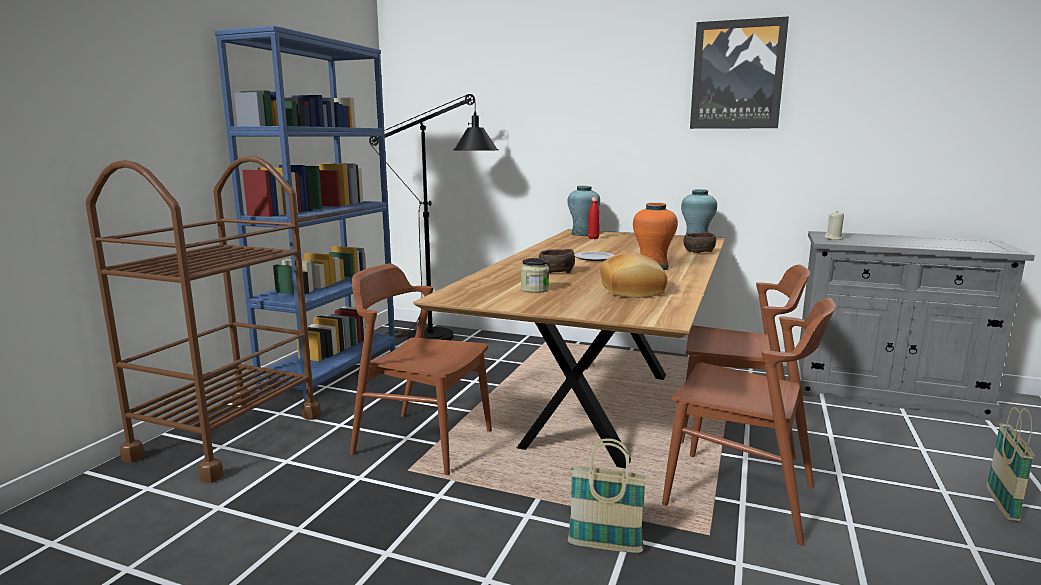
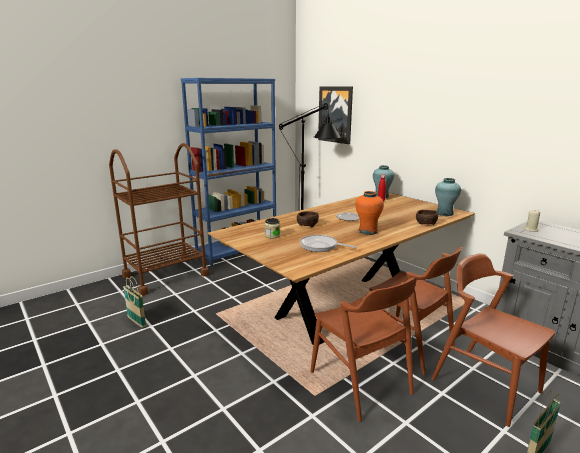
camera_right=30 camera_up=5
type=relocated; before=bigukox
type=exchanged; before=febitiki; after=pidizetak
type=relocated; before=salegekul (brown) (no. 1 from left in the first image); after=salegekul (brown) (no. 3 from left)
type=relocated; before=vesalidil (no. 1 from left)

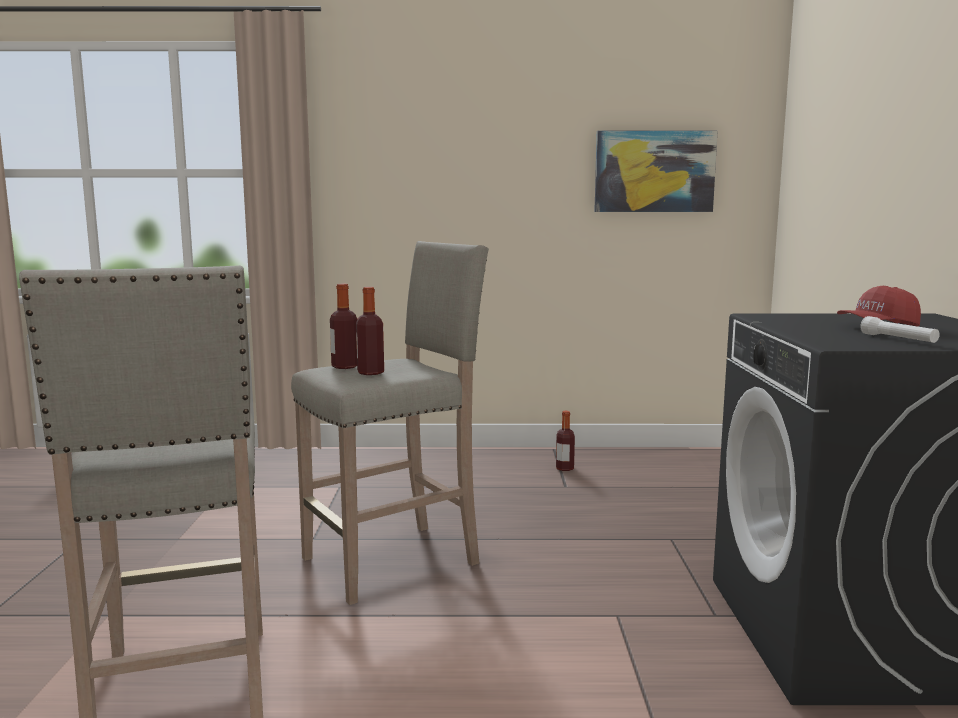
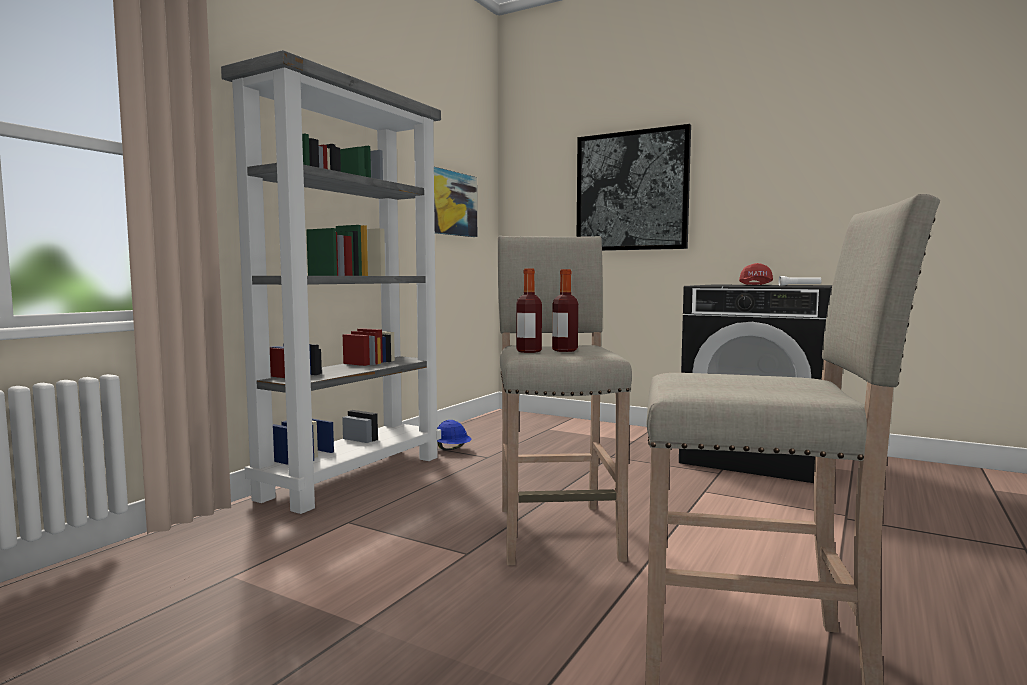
camera_right=-60 camera_up=-5
type=exchanged; before=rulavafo (no. 3 from left); after=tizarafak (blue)
type=appeared; after=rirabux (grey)
type=appeared; after=bigukox (no. 2 from left)

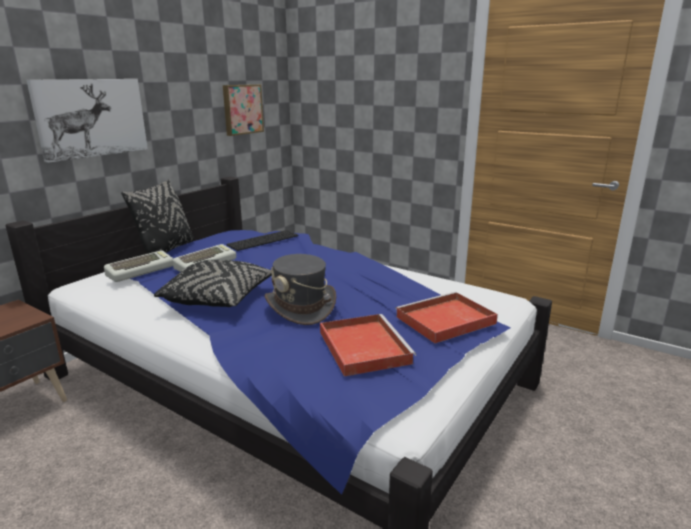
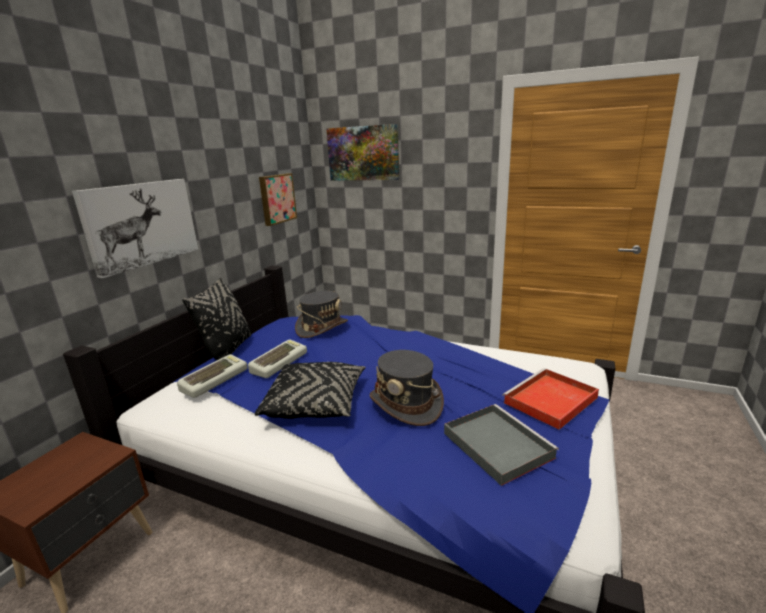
camera_right=-10 camera_up=0
type=exchanged; before=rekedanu (no. 3 from left); after=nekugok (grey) (no. 1 from left)
type=colour; before=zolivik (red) (no. 1 from left); after=zolivik (grey)
type=appeared; after=bigukox (no. 3 from left)

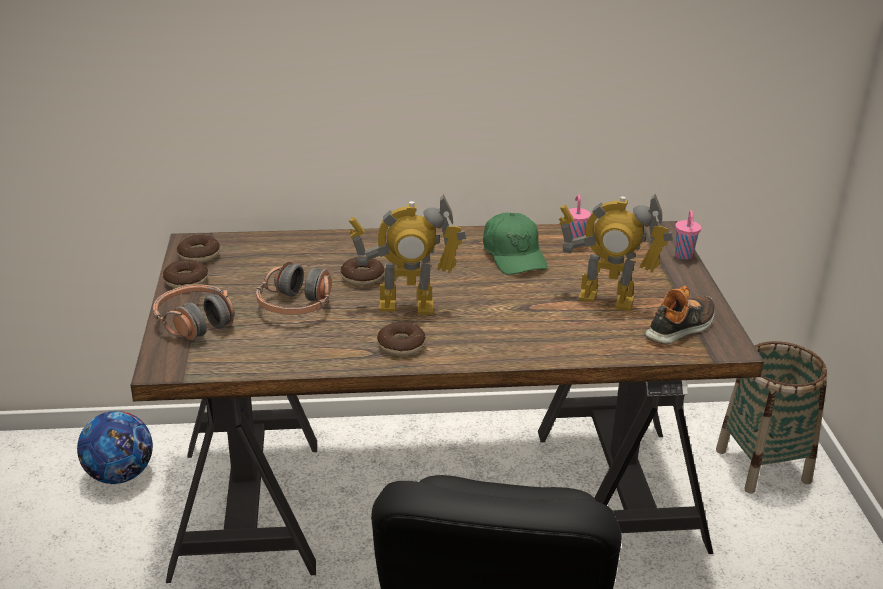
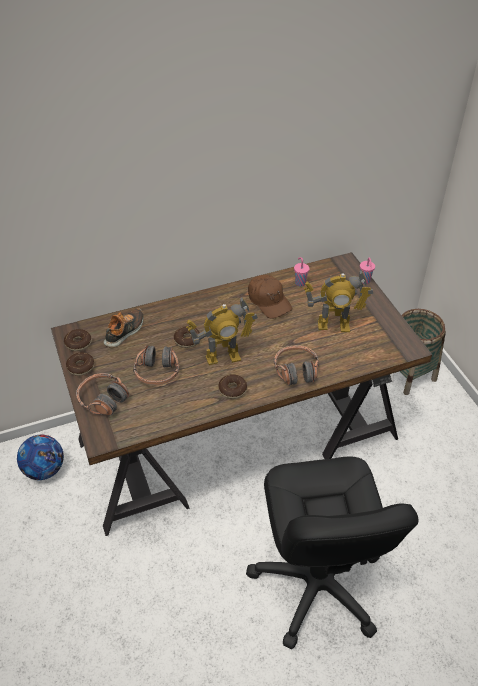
camera_right=-15 camera_up=15
type=colour; before=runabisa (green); after=runabisa (brown)
type=relocated; before=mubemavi
type=appeared; after=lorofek (no. 3 from left)

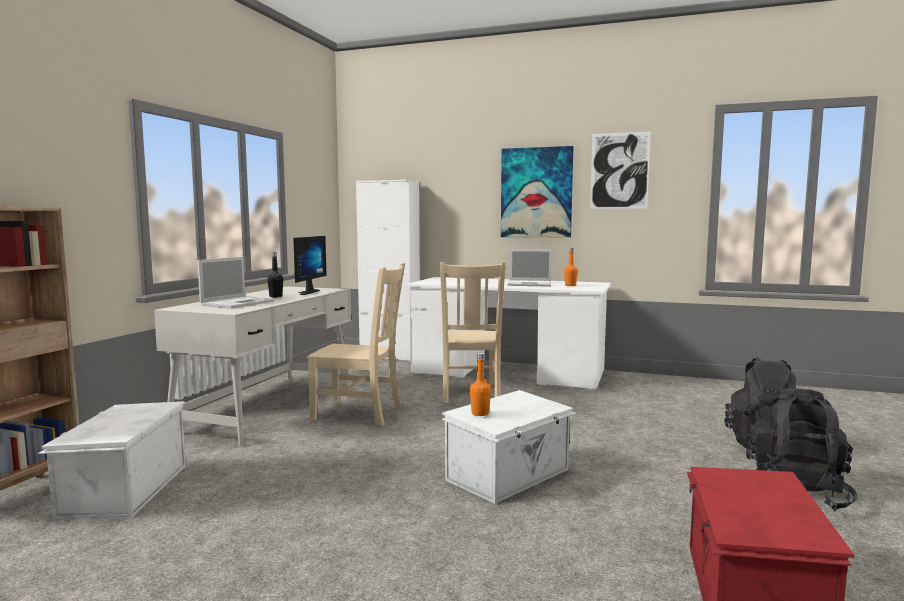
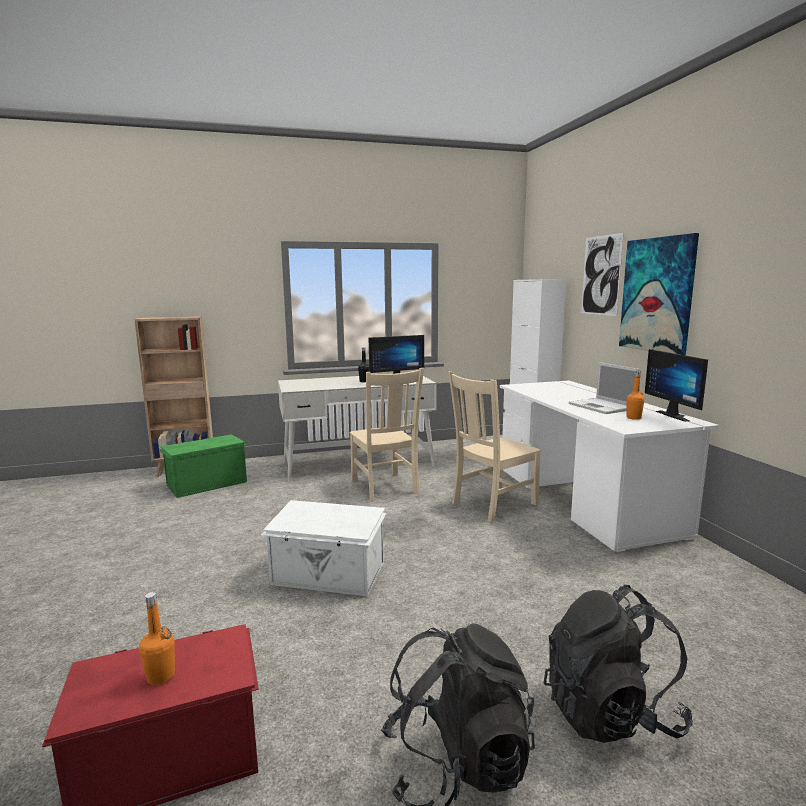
camera_right=55 camera_up=5
type=relocated; before=bigukox (no. 2 from left in the first image); after=bigukox (no. 1 from left)
type=missing; before=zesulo (no. 1 from left)
type=relocated; before=rulavafo (orange) (no. 1 from left)
type=colour; before=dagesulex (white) (no. 1 from left); after=dagesulex (green)
type=appeared; after=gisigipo (no. 2 from left)

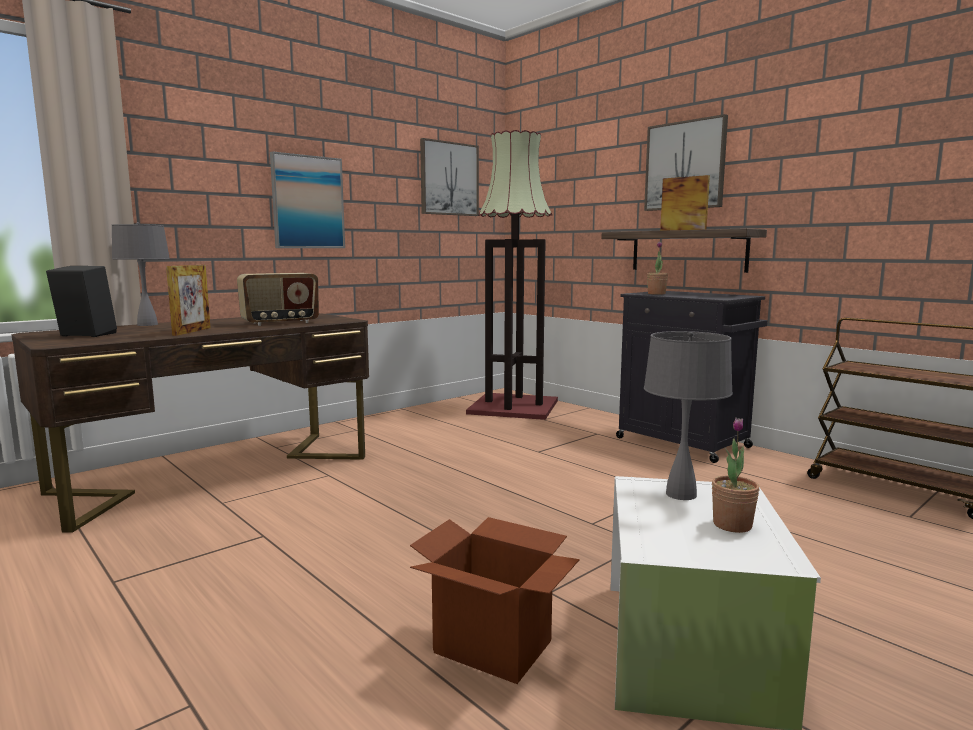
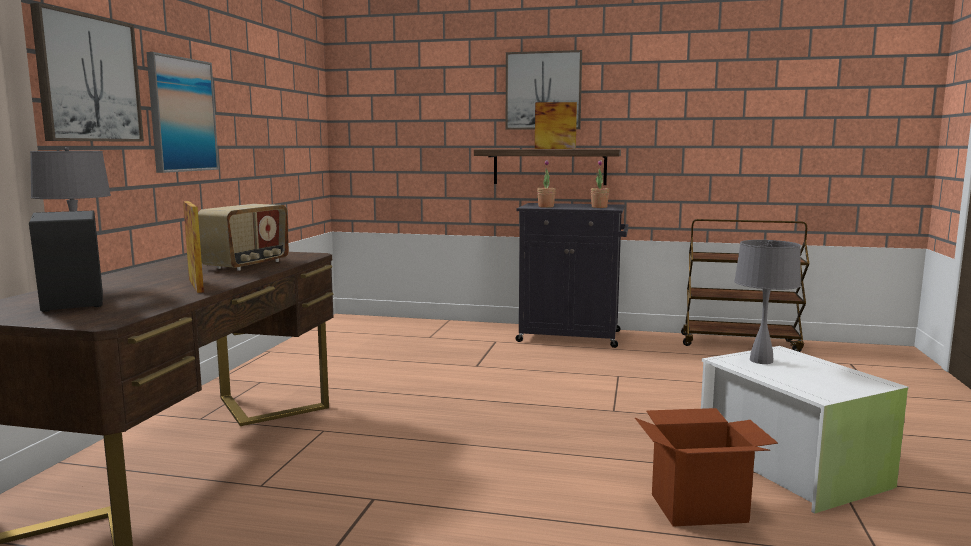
camera_right=-35 camera_up=0
type=missing; before=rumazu
type=relocated; before=bigukox (no. 2 from left in the first image); after=bigukox (no. 1 from left)
type=relocated; before=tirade (no. 2 from left)

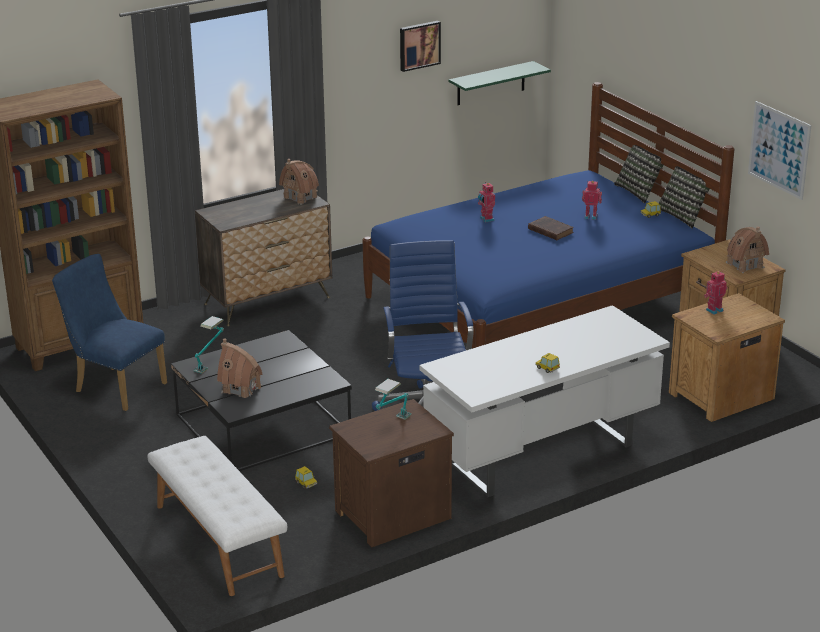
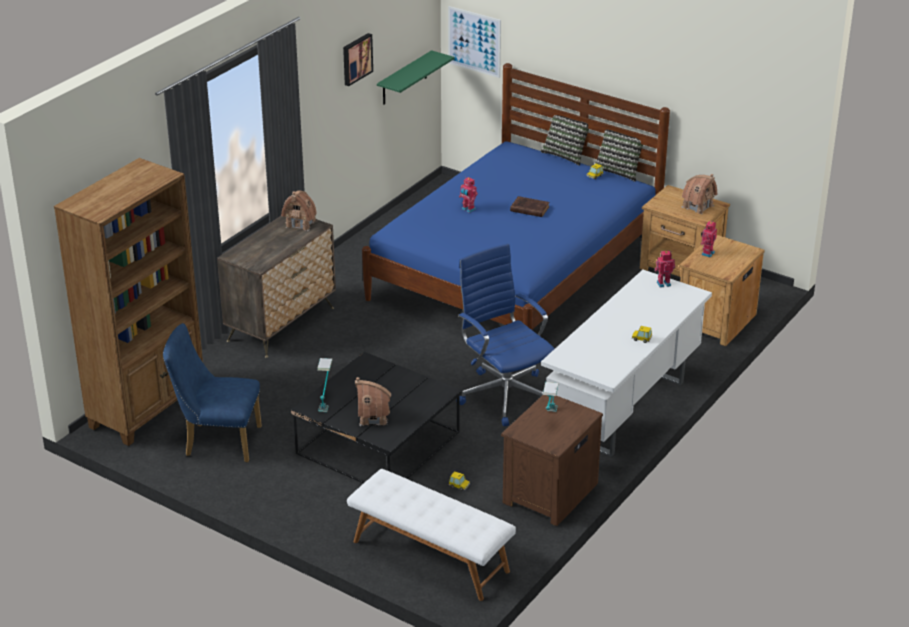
camera_right=-25 camera_up=5
type=relocated; before=bigukox (no. 2 from left)
type=relocated; before=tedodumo (no. 2 from left)

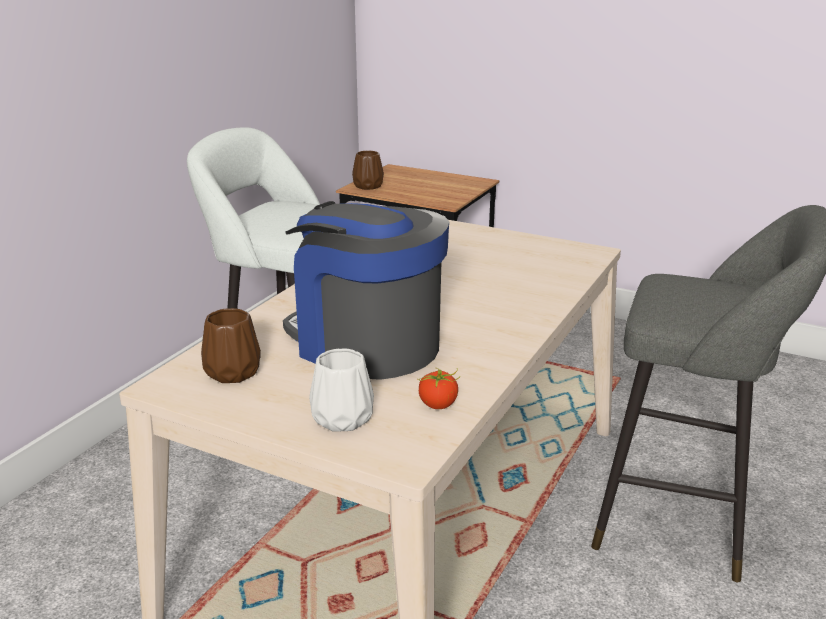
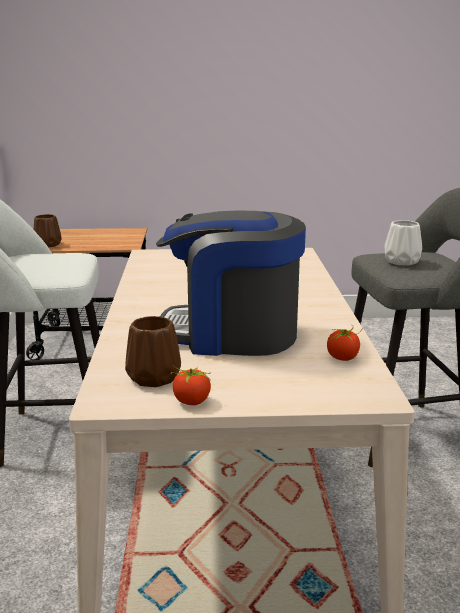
camera_right=-30 camera_up=-5
type=relocated; before=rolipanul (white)
type=appeared; after=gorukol (no. 1 from left)

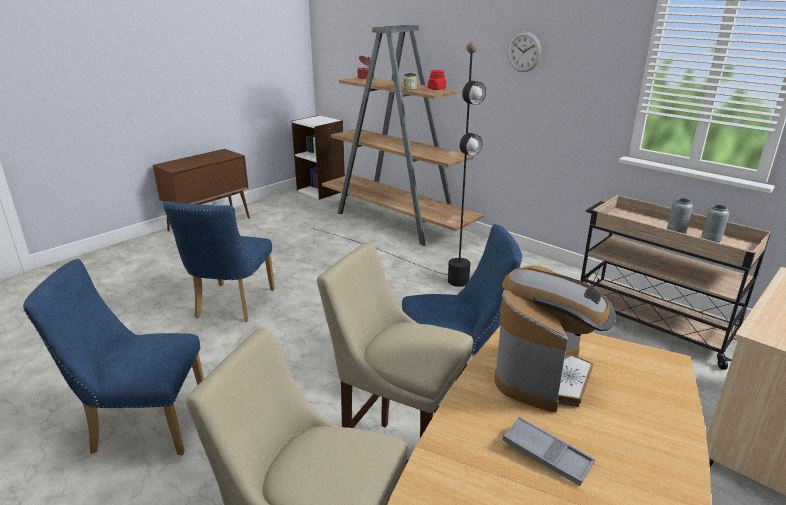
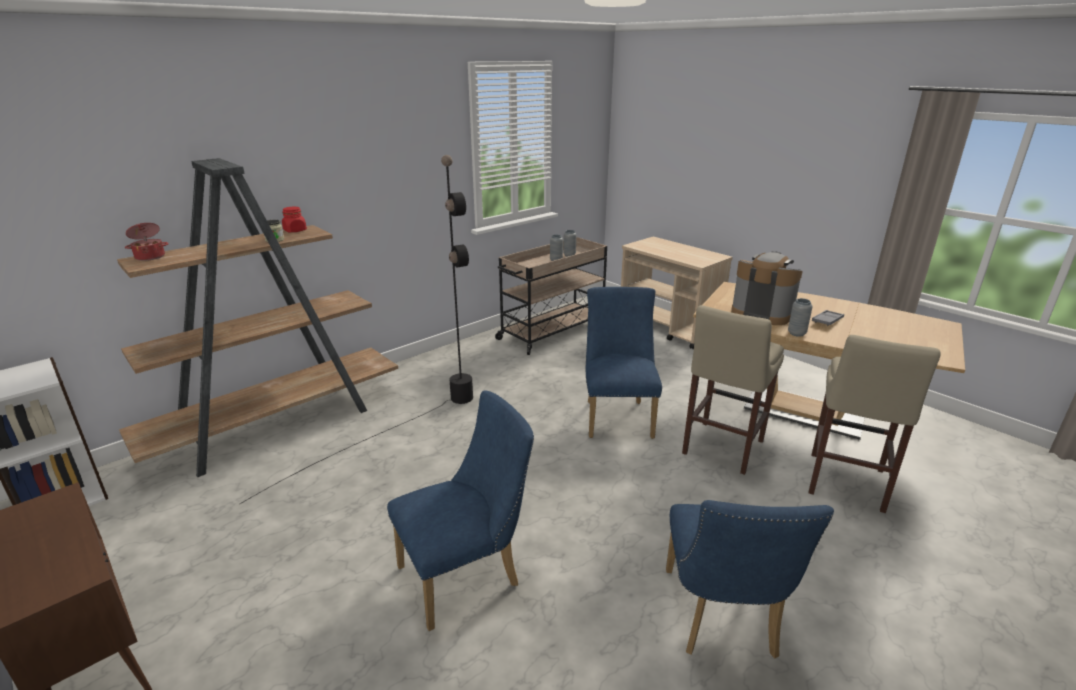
camera_right=-85 camera_up=0
type=missing; before=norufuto
type=spun; before=salegekul (blue) (no. 2 from left in the first image); turn=-45
type=appeared; after=rolipanul (grey) (no. 3 from left)

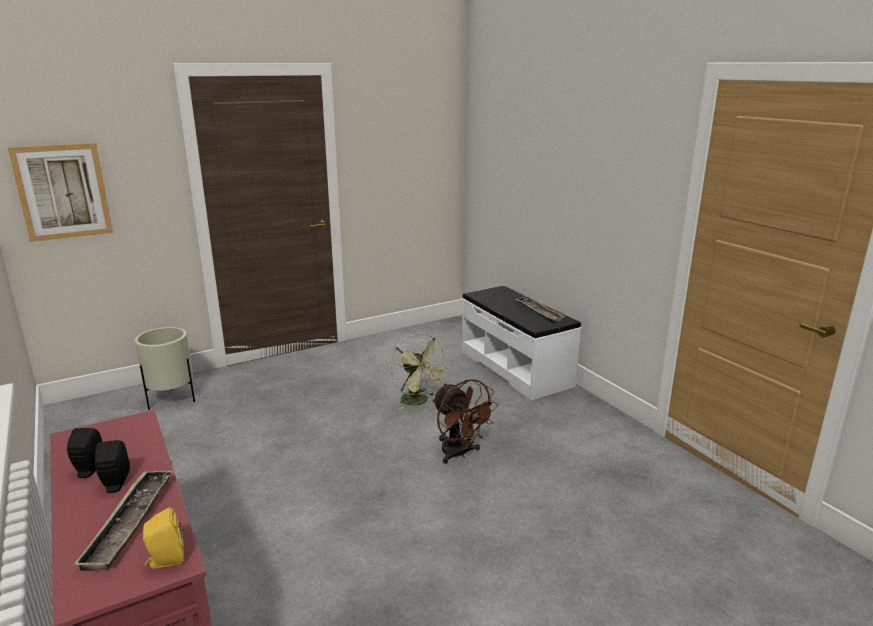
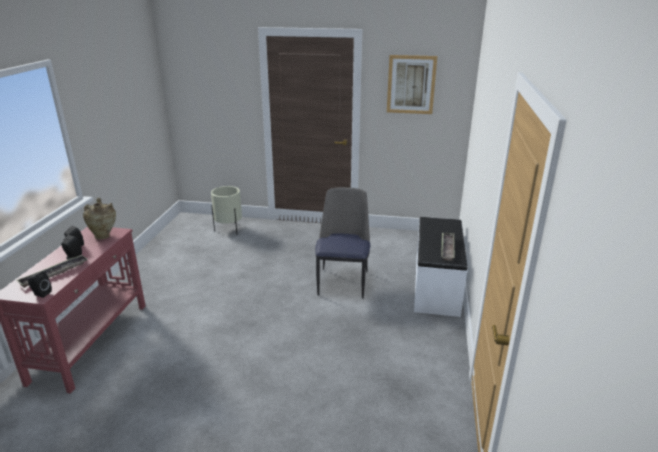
camera_right=40 camera_up=5
type=relocated; before=bigukox
type=exchanged; before=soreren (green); after=salegekul
type=missing; before=soreren (brown)
type=colour; before=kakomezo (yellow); after=kakomezo (black) (no. 1 from left)
type=appeared; after=rolipanul (beige)

